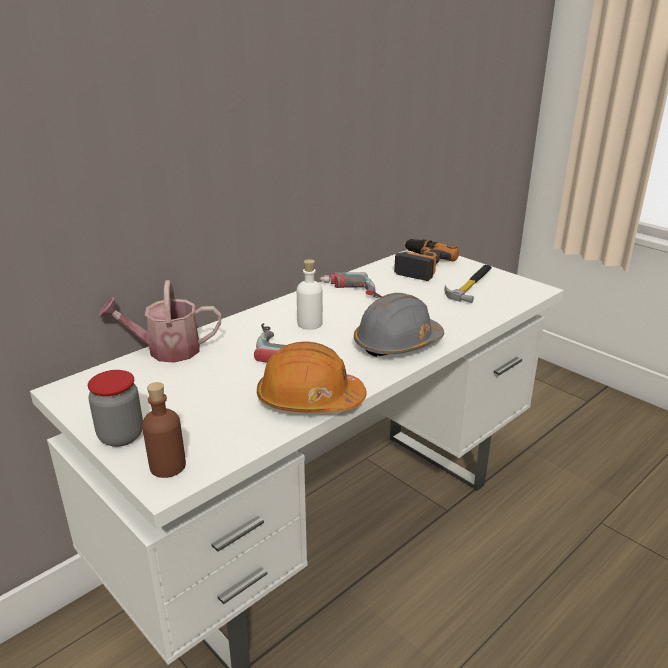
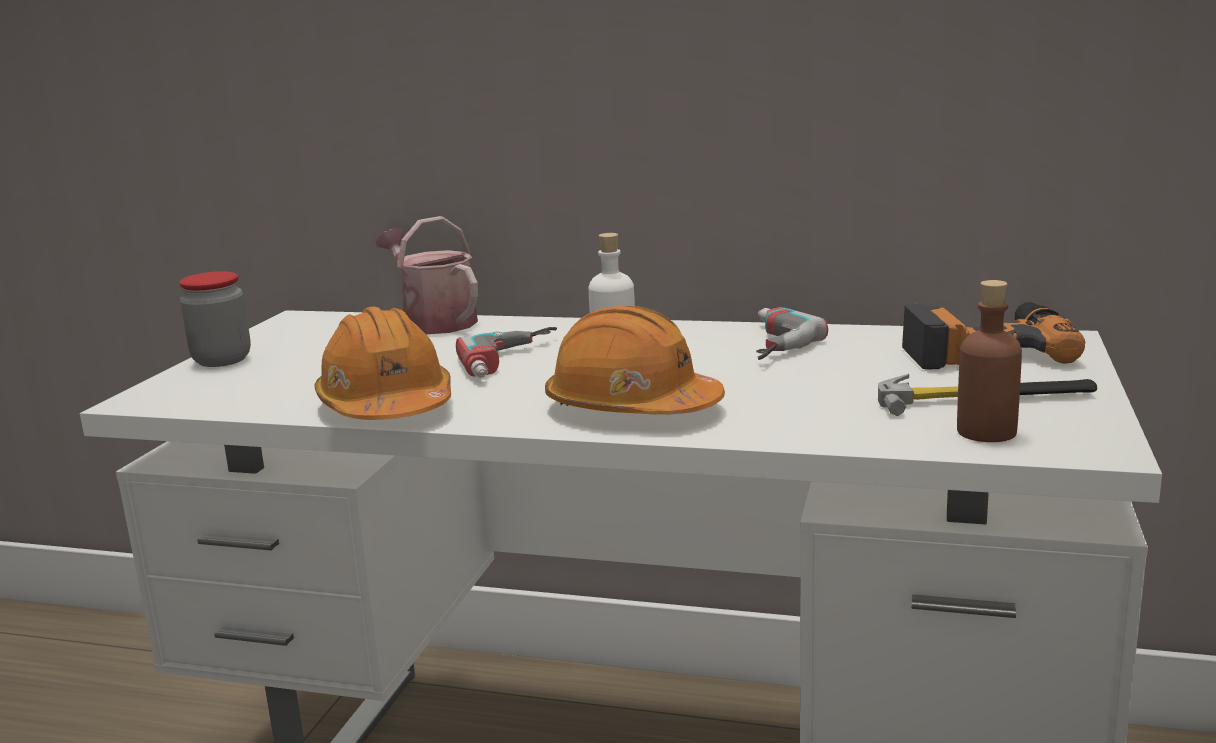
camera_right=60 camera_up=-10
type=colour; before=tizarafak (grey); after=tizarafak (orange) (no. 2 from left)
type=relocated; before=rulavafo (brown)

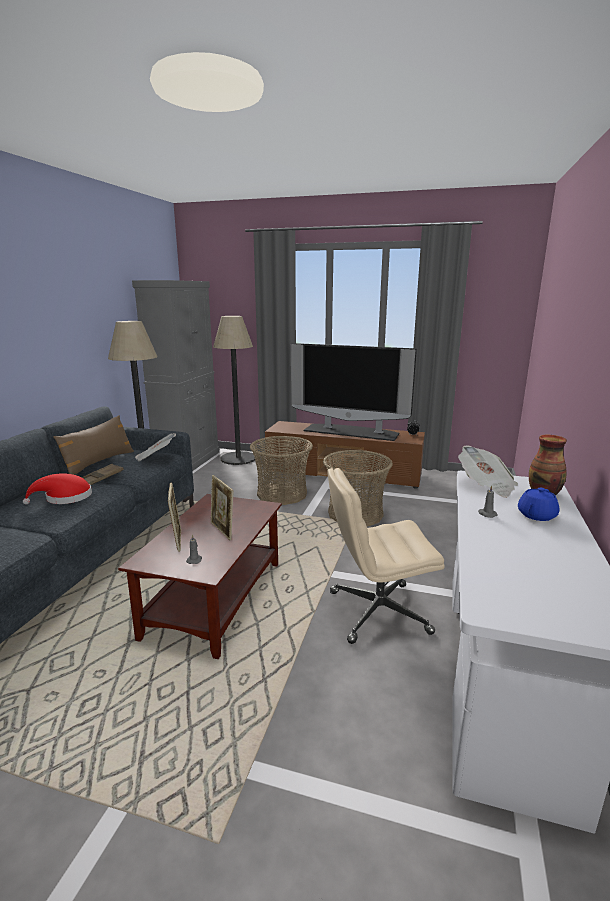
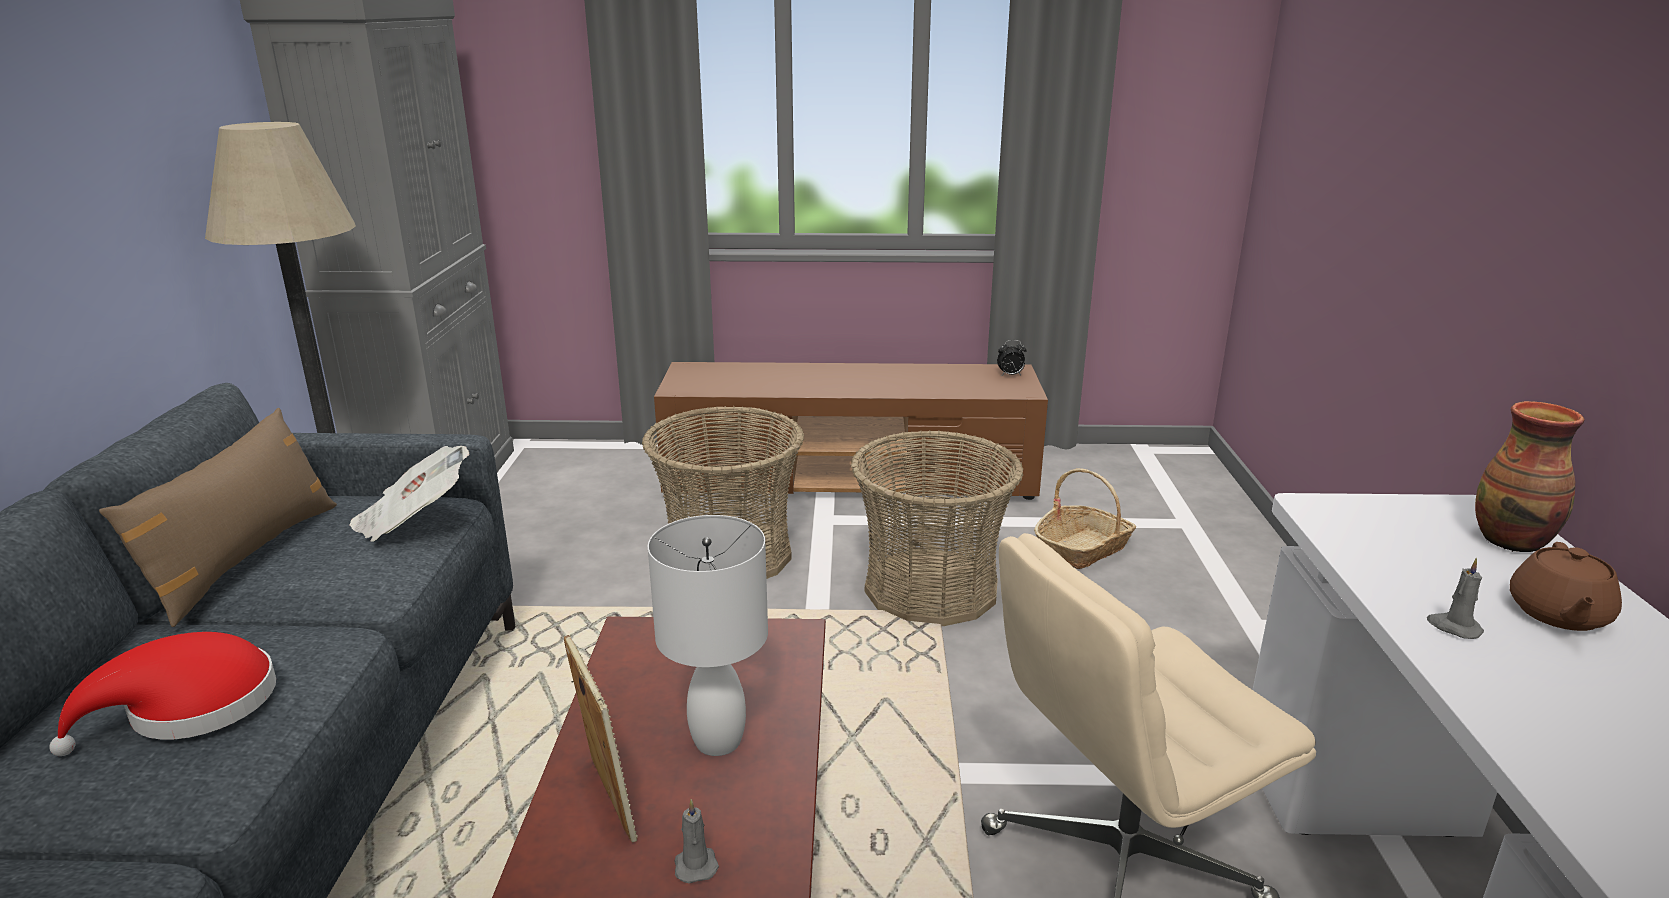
camera_right=-15 camera_up=5
type=missing; before=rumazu (no. 2 from left)
type=missing; before=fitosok
type=missing; before=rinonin (no. 2 from left)
type=missing; before=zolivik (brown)
type=exchanged; before=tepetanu (no. 2 from left); after=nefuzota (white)
type=colour; before=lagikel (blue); after=lagikel (brown)
type=appeared; after=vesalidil (no. 3 from left)

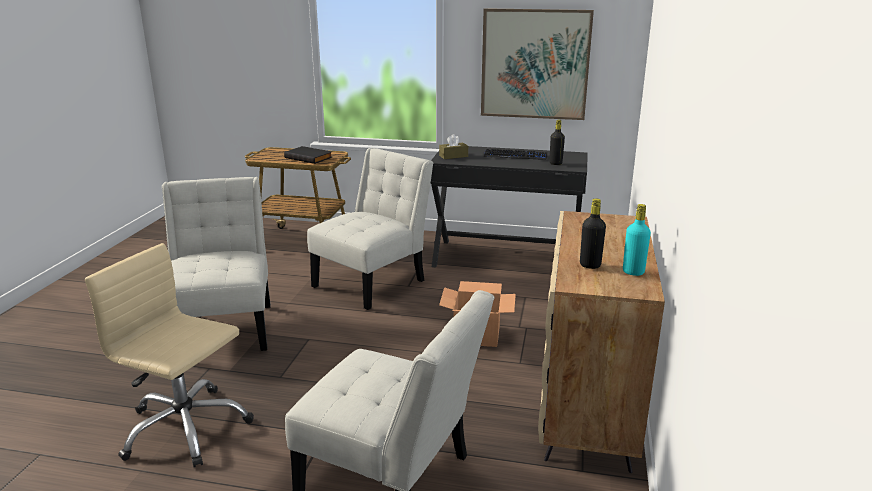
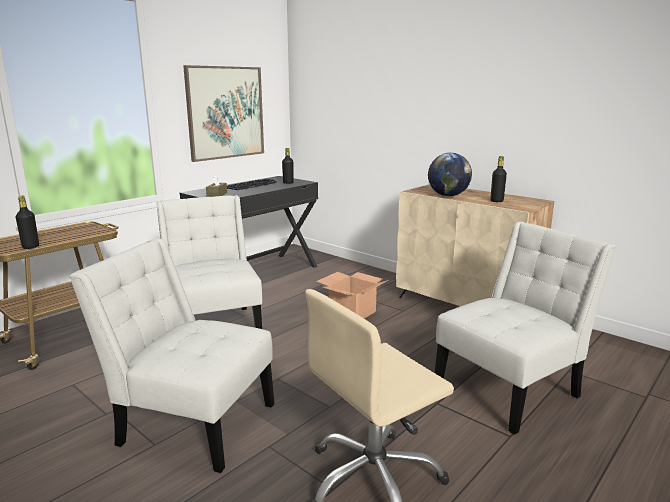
camera_right=-60 camera_up=-5
type=missing; before=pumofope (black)
type=missing; before=rulavafo (turquoise)
type=appeared; after=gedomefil
type=appeared; after=rulavafo (black) (no. 1 from left)

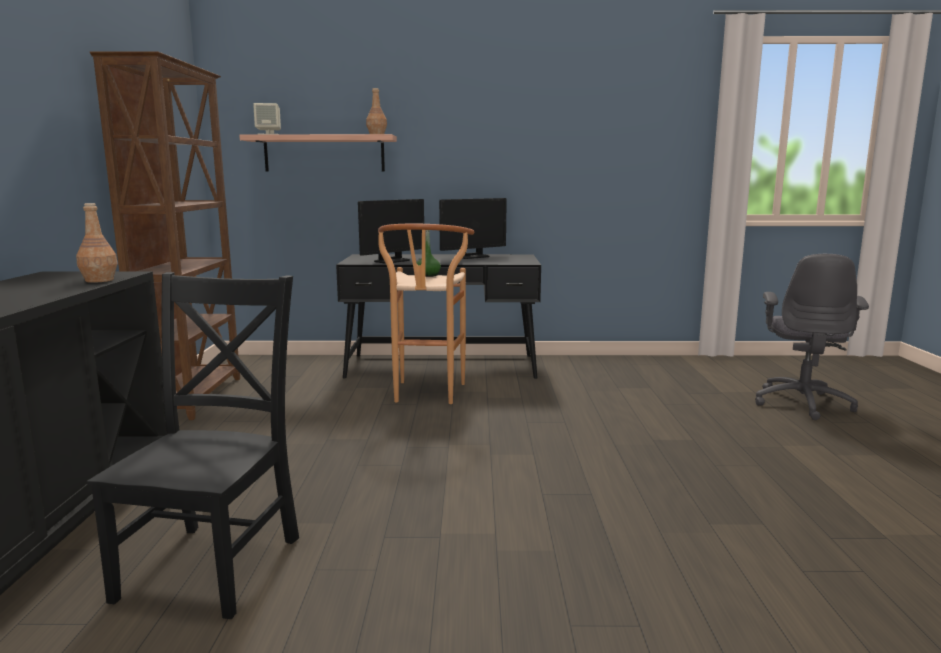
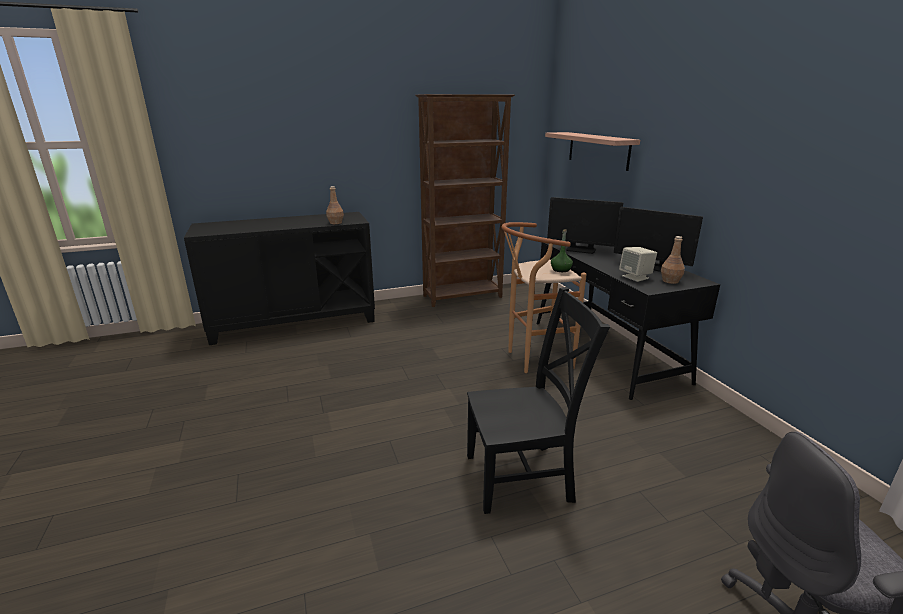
camera_right=70 camera_up=10
type=relocated; before=rulavafo (brown) (no. 2 from left)
type=relocated; before=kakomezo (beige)
type=relocated; before=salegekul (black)

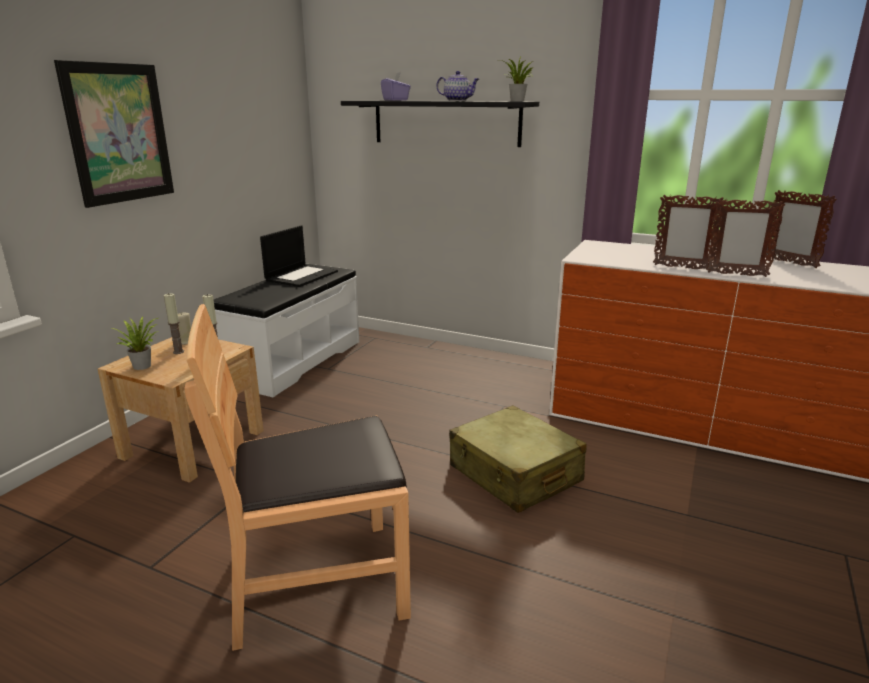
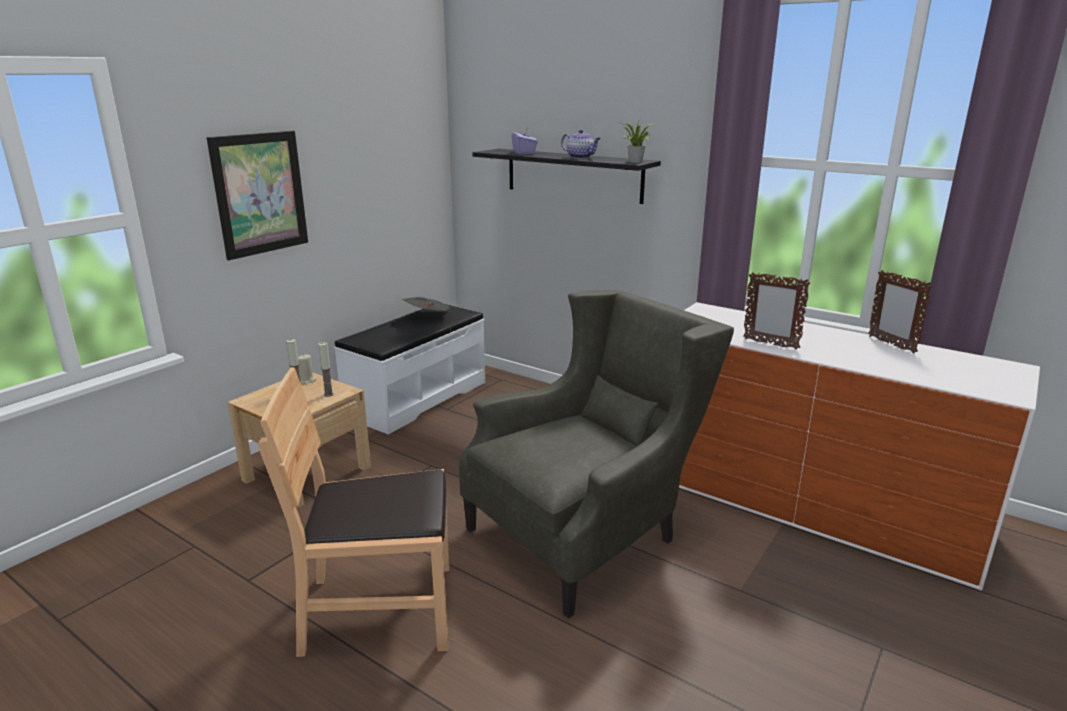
camera_right=10 camera_up=0
type=missing; before=tepetanu (no. 2 from left)
type=exchanged; before=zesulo; after=rinonin
type=missing; before=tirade (no. 1 from left)
type=exchanged; before=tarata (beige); after=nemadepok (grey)

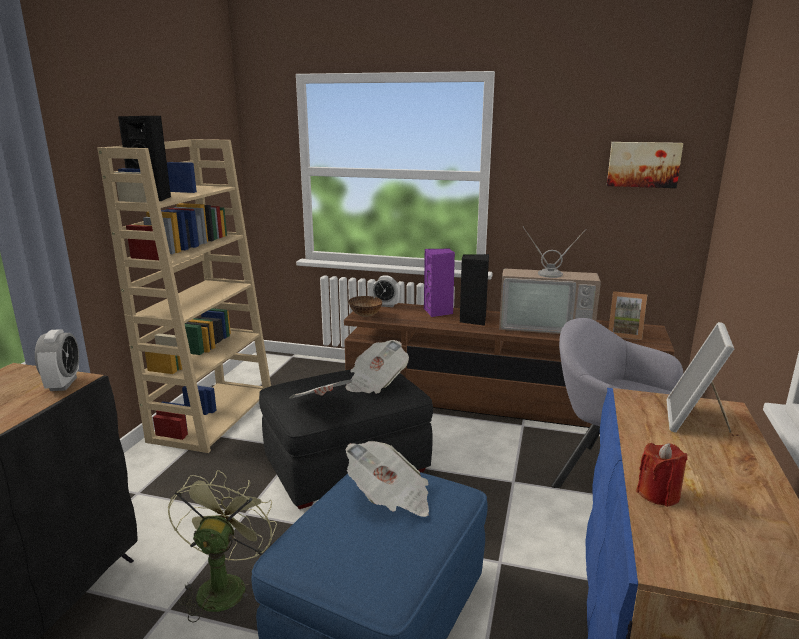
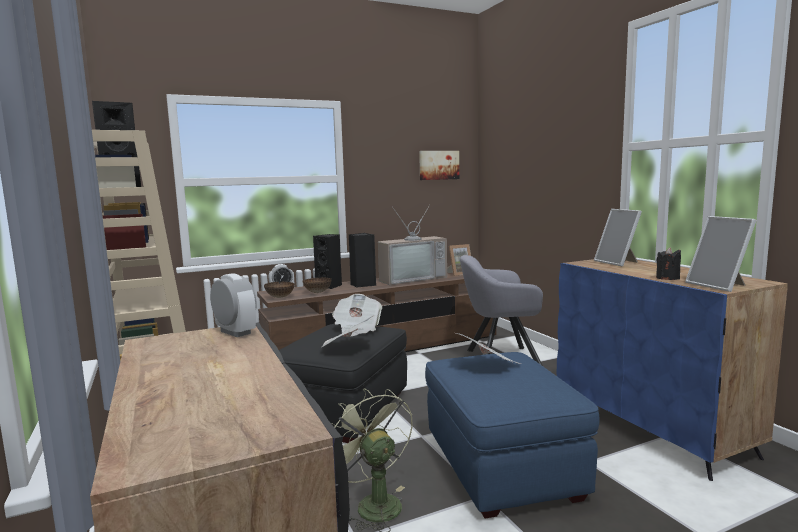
camera_right=-40 camera_up=-10
type=colour; before=kakomezo (purple); after=kakomezo (black) (no. 2 from left)
type=colour; before=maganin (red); after=maganin (black)
type=appeared; after=tepetanu (no. 3 from left)
type=appeared; after=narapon (no. 2 from left)

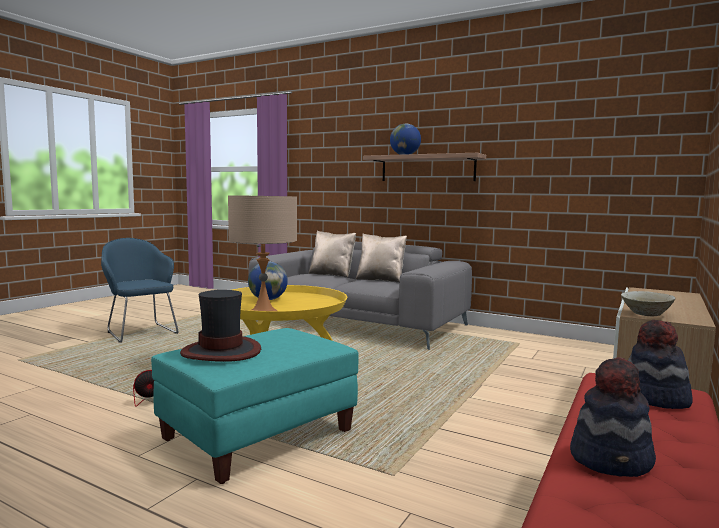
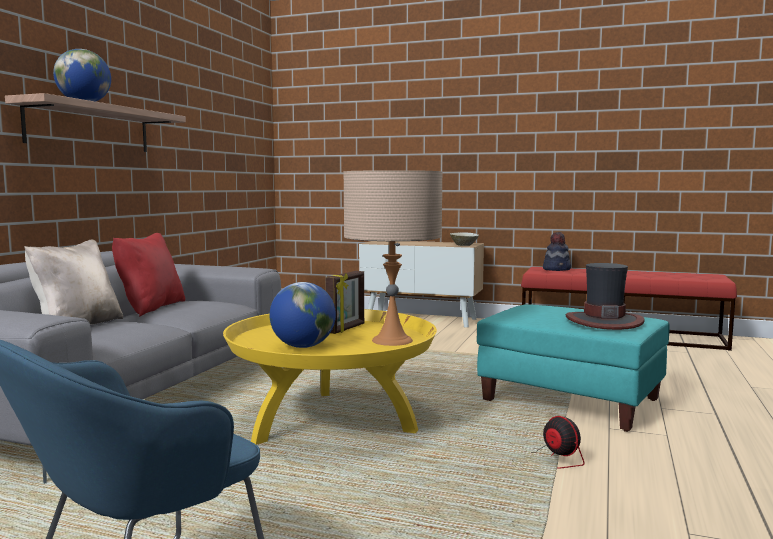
camera_right=-100 camera_up=0
type=colour; before=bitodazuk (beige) (no. 2 from left); after=bitodazuk (red)
type=missing; before=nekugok (no. 2 from left)
type=appeared; after=tepetanu

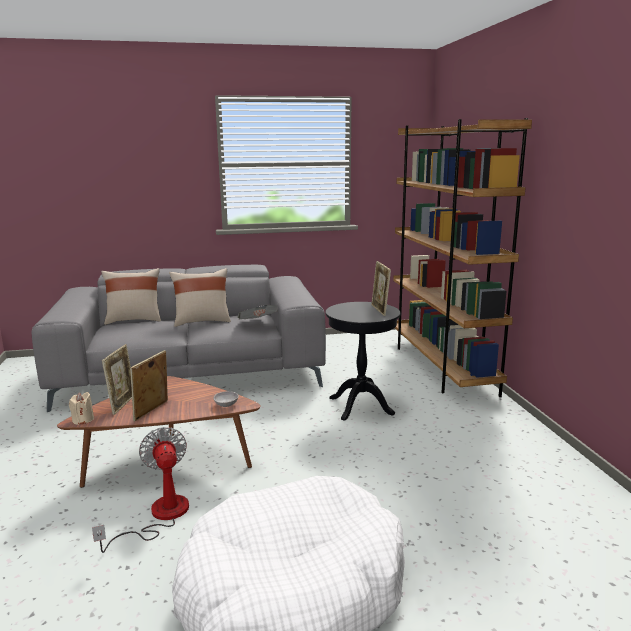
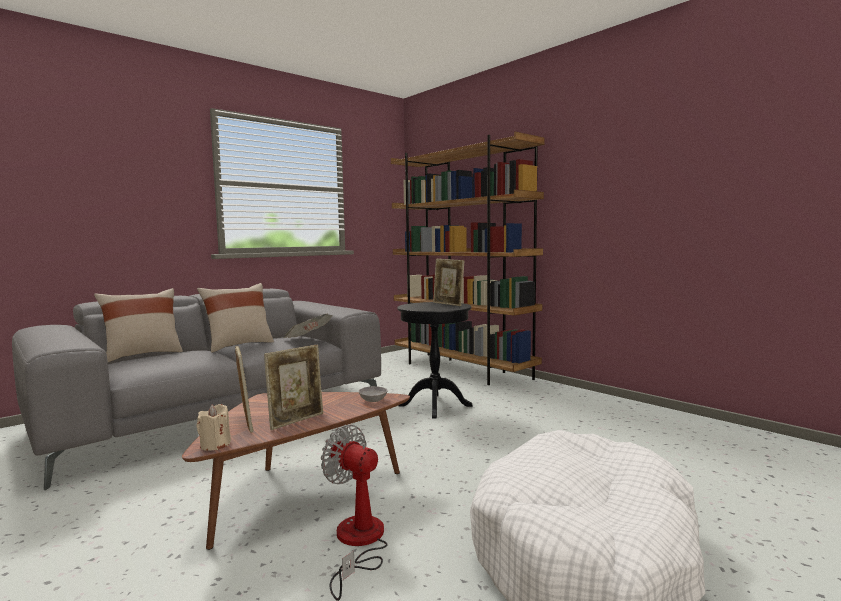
camera_right=-30 camera_up=-10
type=spun; before=tepetanu (no. 2 from left); turn=-135

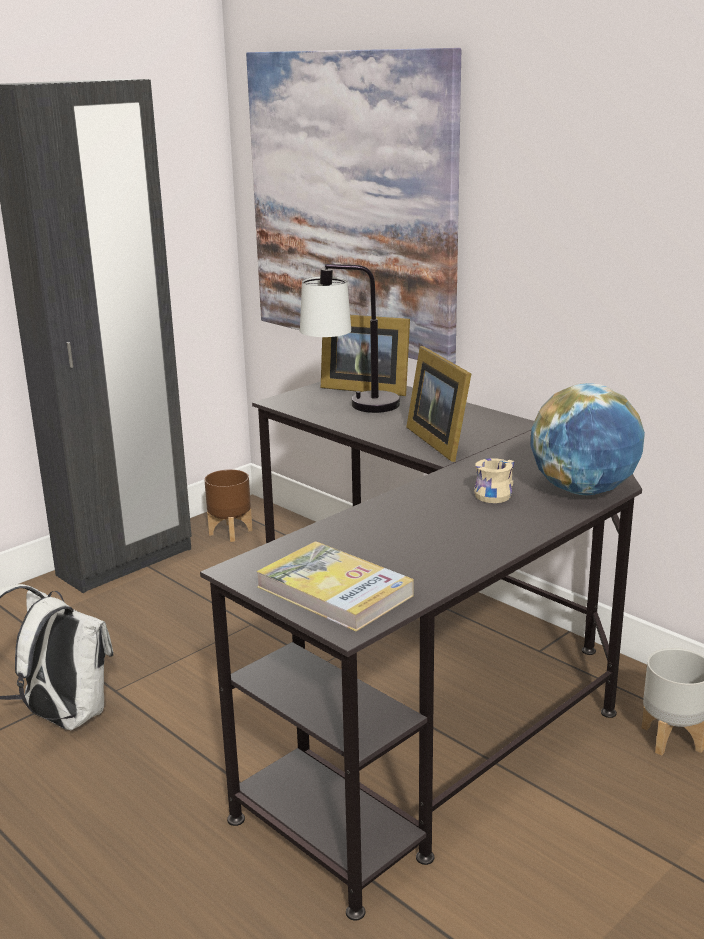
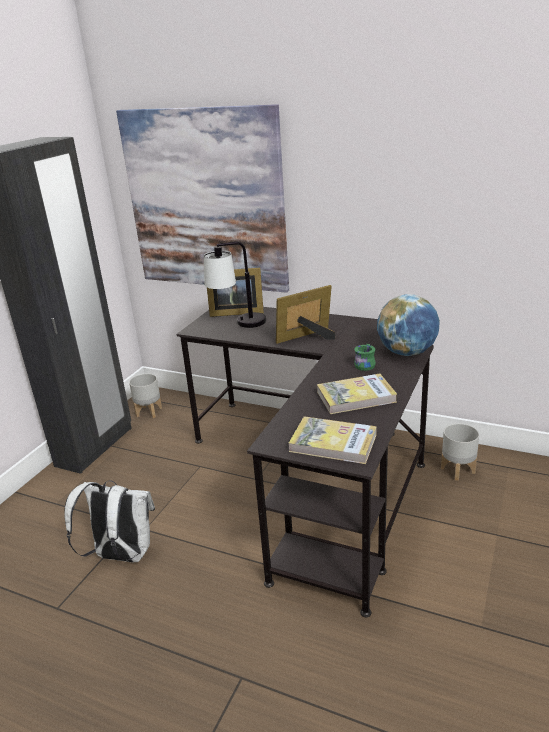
camera_right=-20 camera_up=5
type=spun; before=tepetanu (no. 2 from left); turn=105
type=colour; before=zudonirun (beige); after=zudonirun (green)
type=colour; before=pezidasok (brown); after=pezidasok (grey) (no. 1 from left)
type=appeared; after=pumofope (no. 2 from left)

